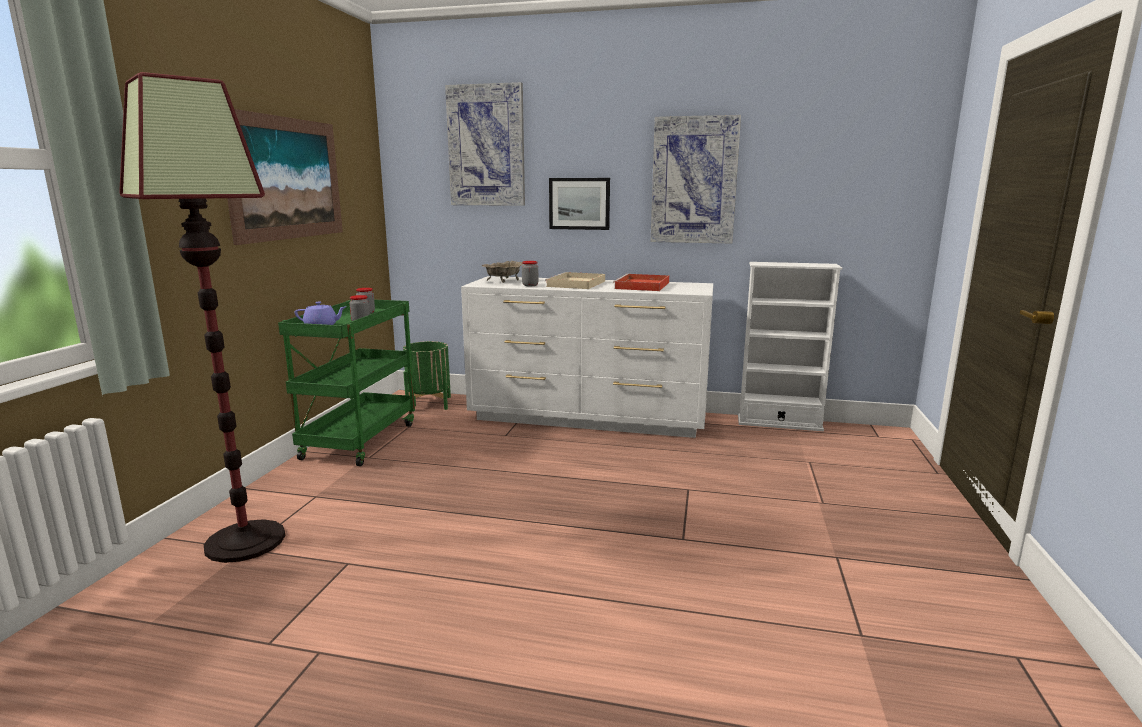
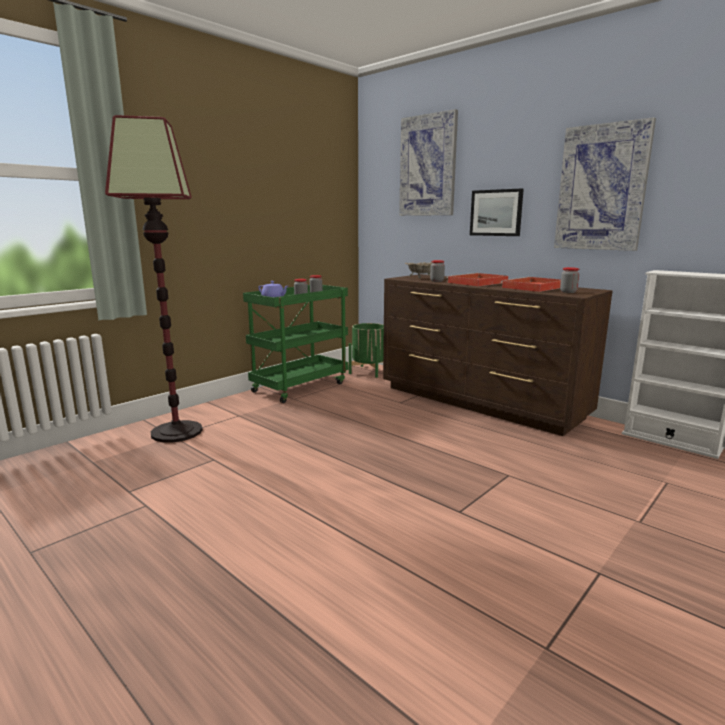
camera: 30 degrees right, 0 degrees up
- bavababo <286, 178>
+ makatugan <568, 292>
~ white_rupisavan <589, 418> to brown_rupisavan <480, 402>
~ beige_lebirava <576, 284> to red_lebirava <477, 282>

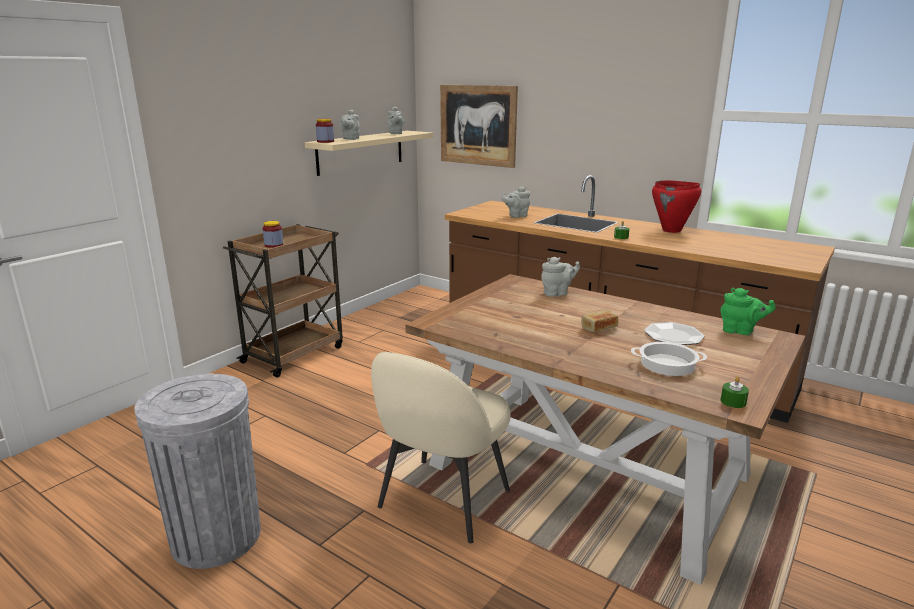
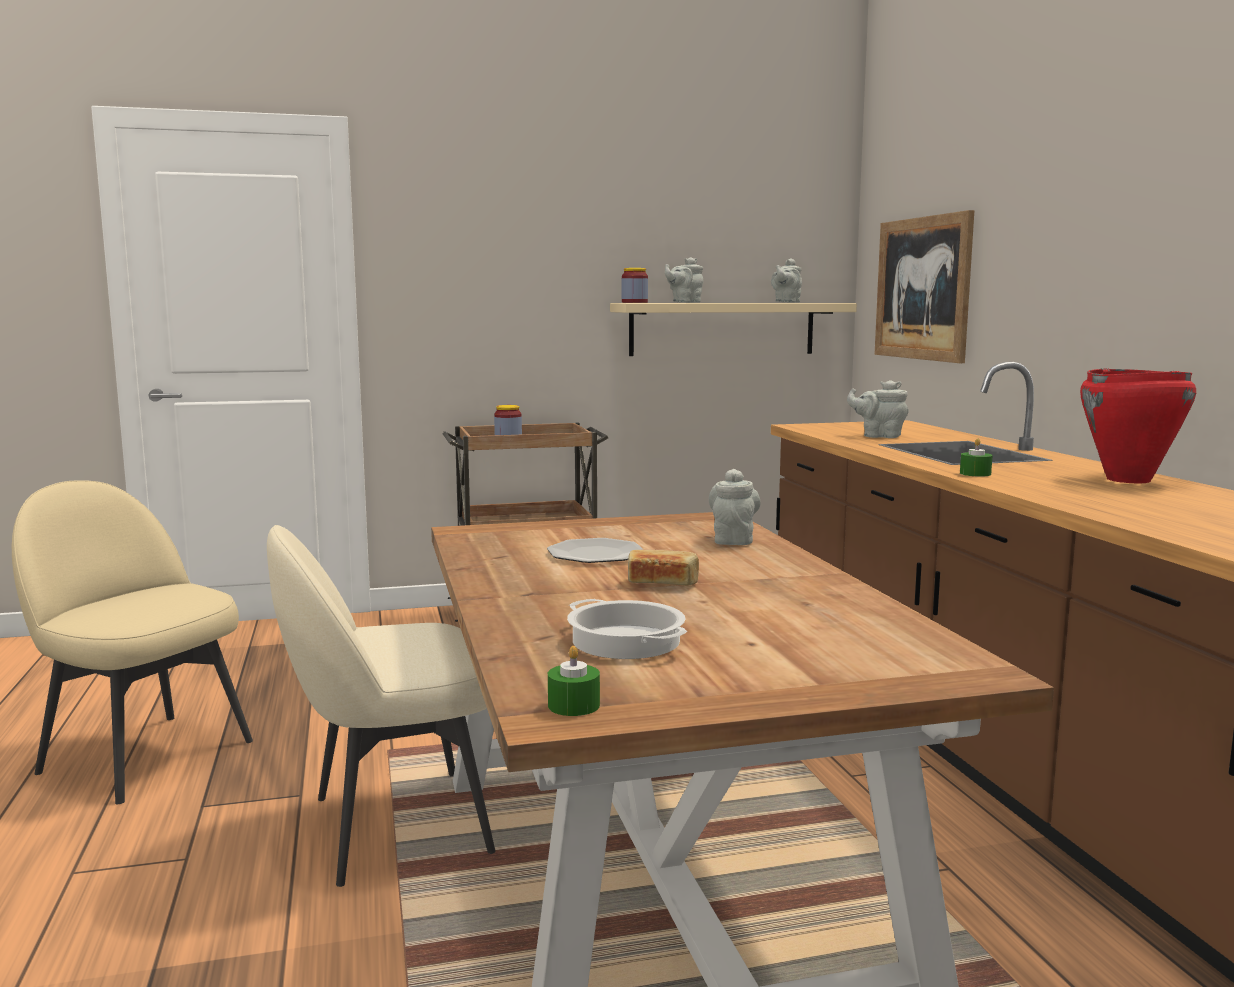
camera: 40 degrees right, 10 degrees down
- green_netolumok <740, 331>
~ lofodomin <673, 335> to <595, 554>
~ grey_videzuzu <216, 536> to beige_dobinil <143, 755>
~ grey_netolumok <557, 293> = <733, 540> 105 degrees counterclockwise

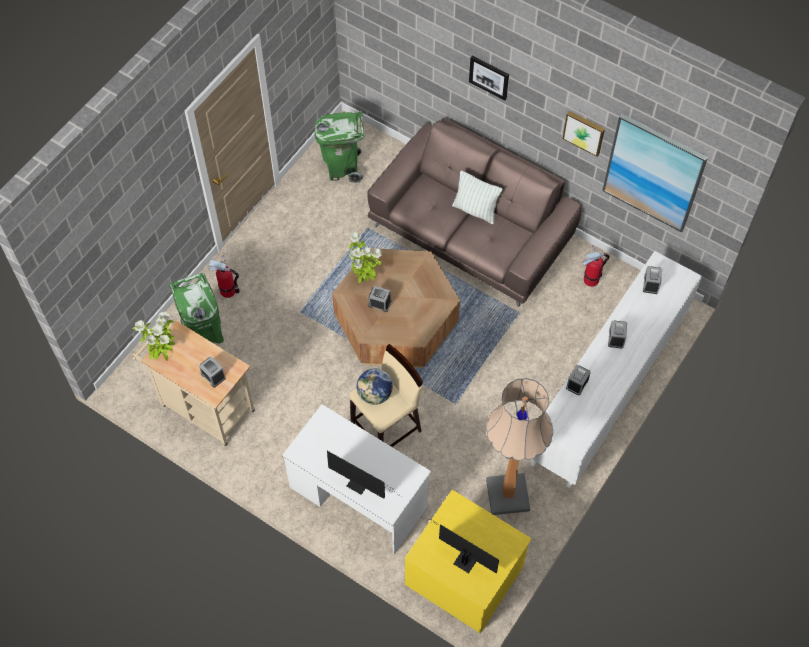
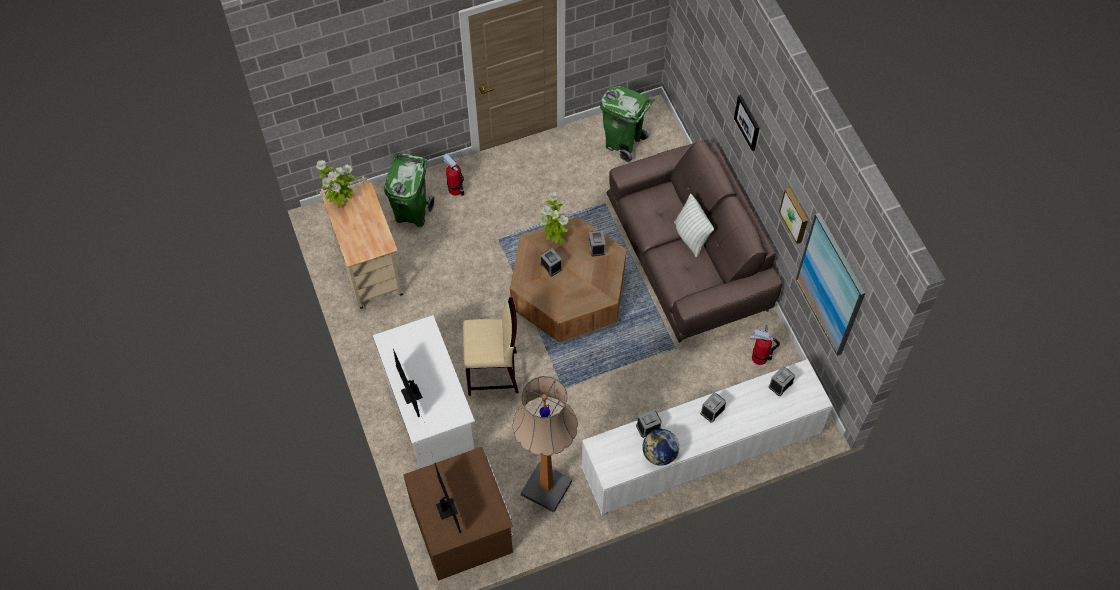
camera: 35 degrees right, 0 degrees up
~ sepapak <213, 376> to <596, 247>
~ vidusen <375, 394> to <659, 454>
~ yellow_rupisavan <465, 574> to brown_rupisavan <463, 527>

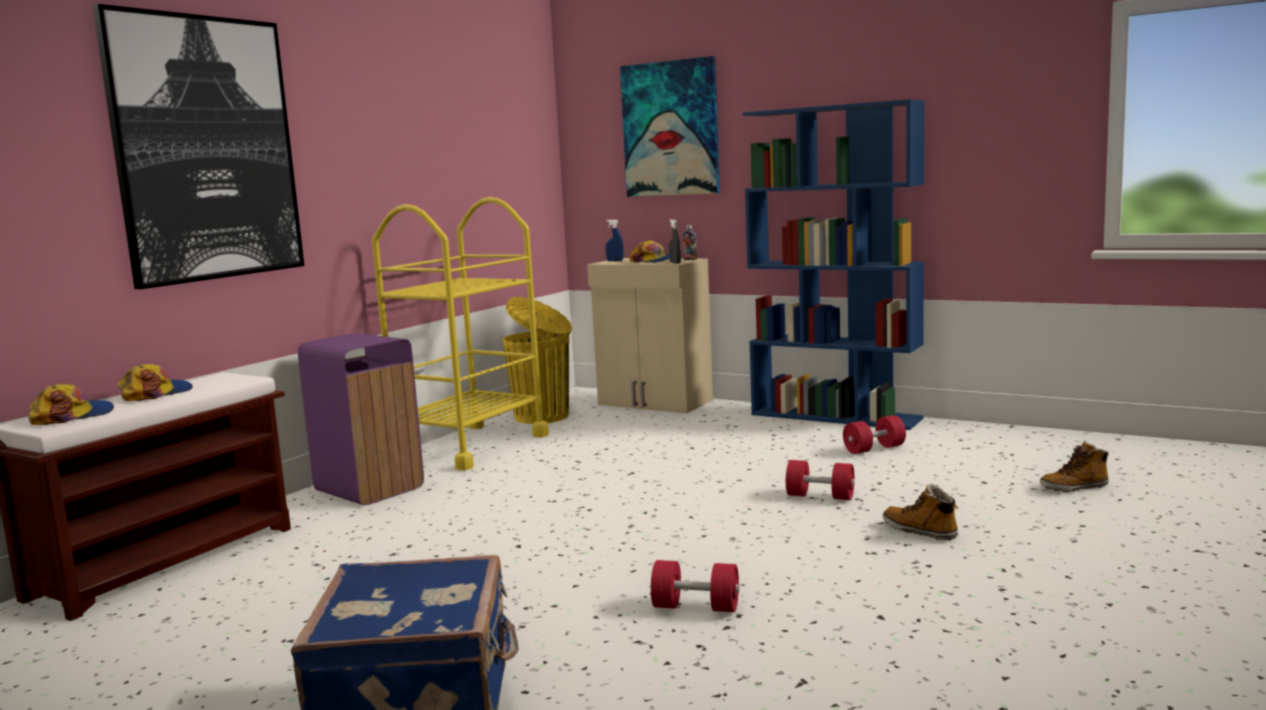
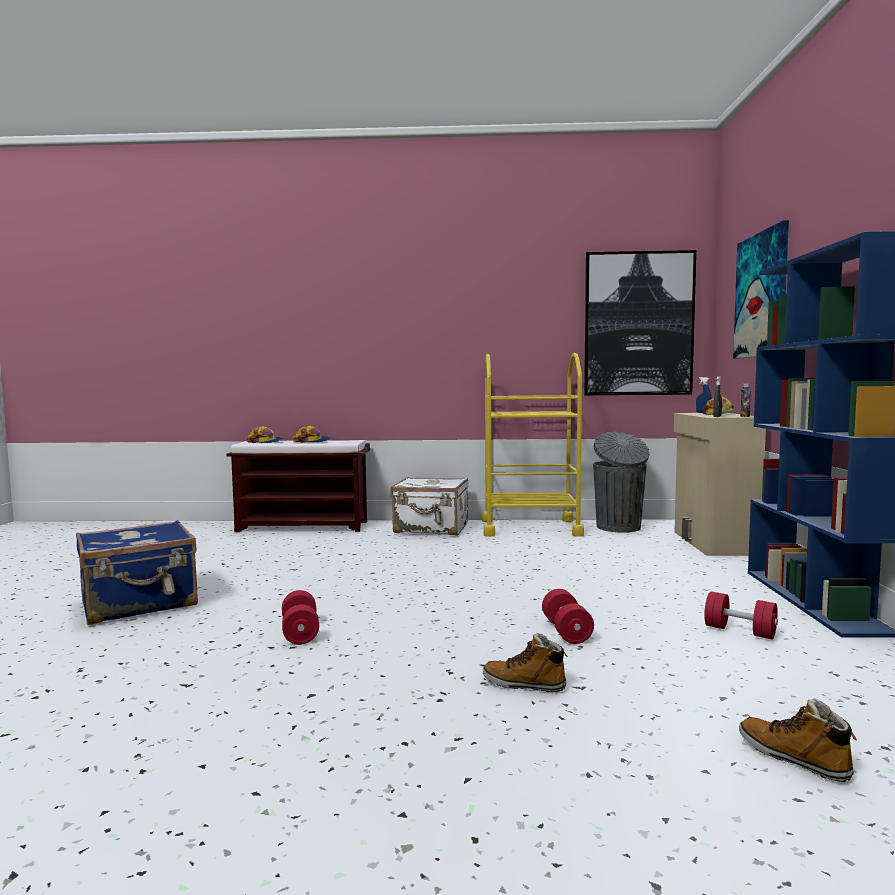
camera: 60 degrees right, 5 degrees down
~ bavababo <206, 149> to <638, 324>
~ purple_videzuzu <370, 489> to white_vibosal <431, 529>
~ yellow_videzuzu <543, 416> to grey_videzuzu <619, 527>
~ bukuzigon <920, 531> = <524, 684> 90 degrees counterclockwise

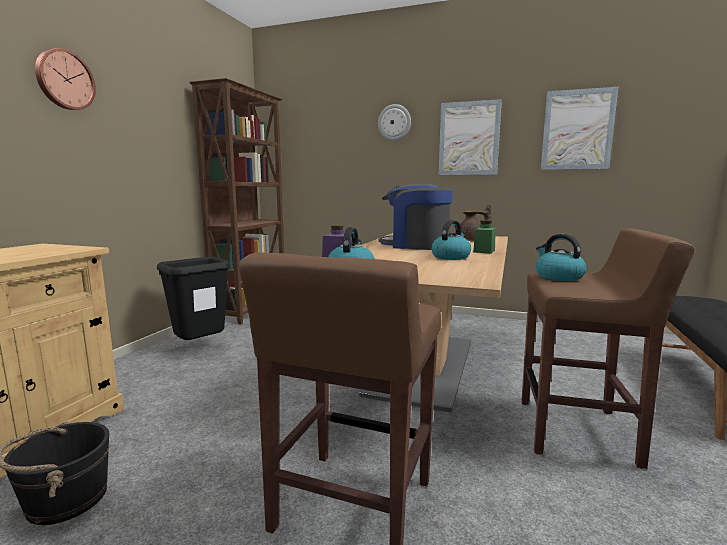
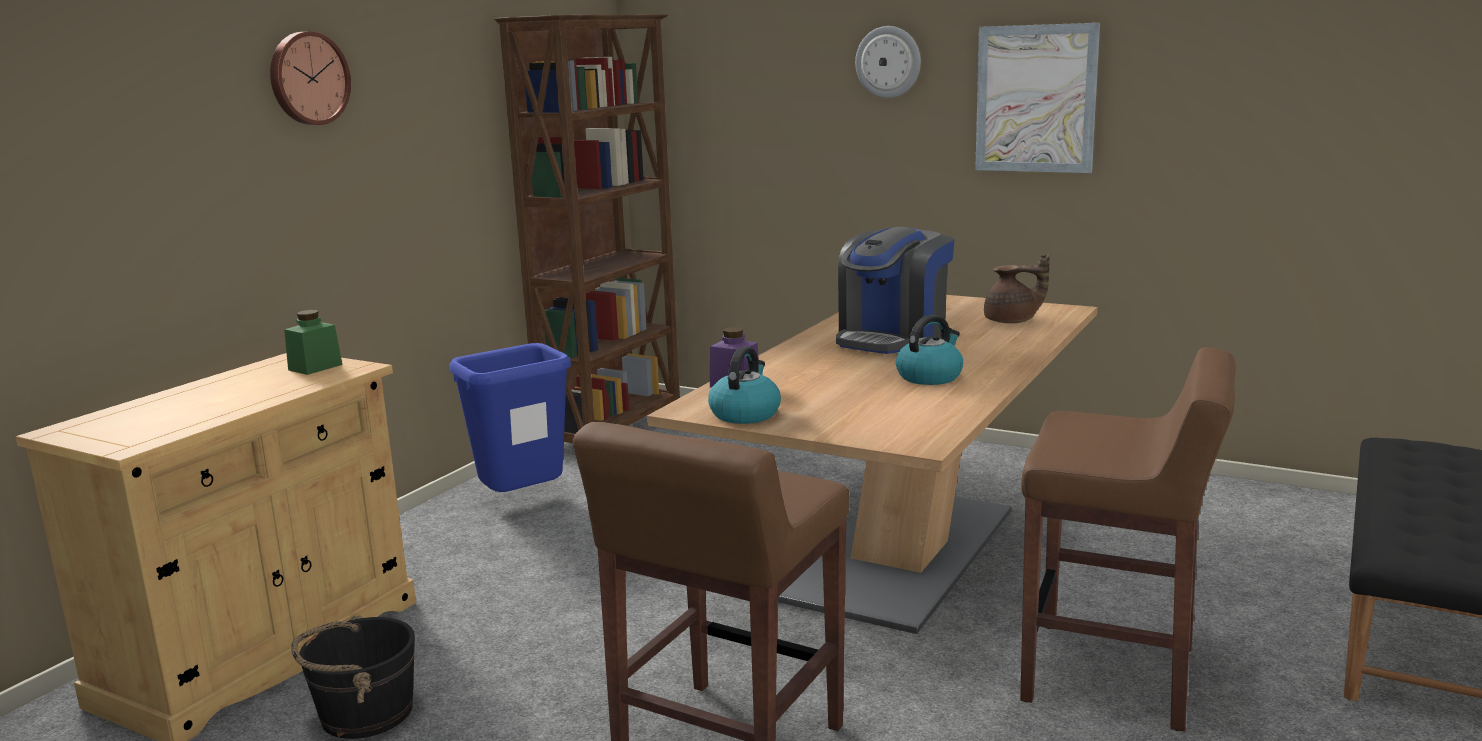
camera: 10 degrees right, 5 degrees up
- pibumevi <558, 277>
- bavababo <577, 130>
~ green_makatugan <484, 251> to <315, 367>
~ black_videzuzu <201, 347> to blue_videzuzu <524, 503>
~ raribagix <415, 245> = <892, 339> 90 degrees counterclockwise

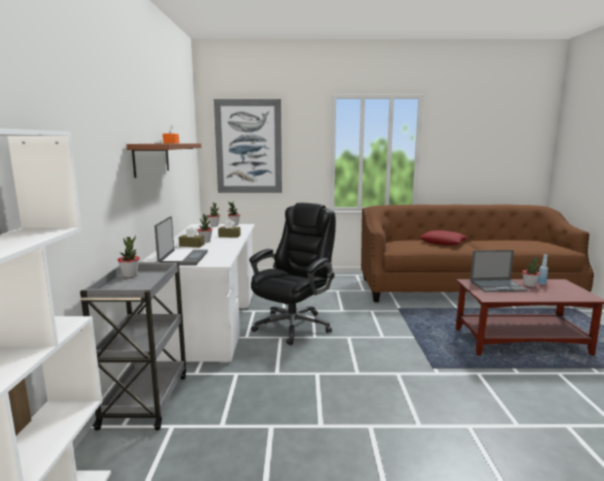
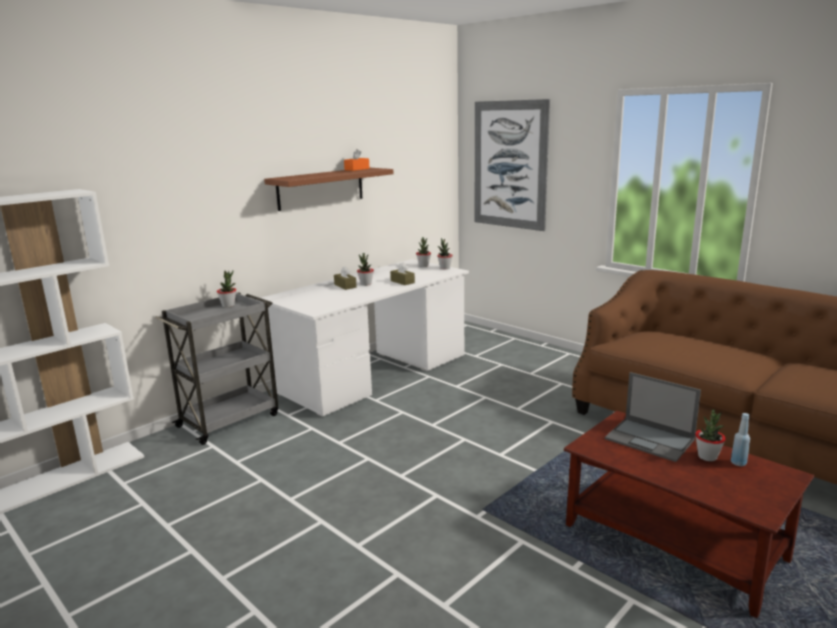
camera: 45 degrees right, 5 degrees up
- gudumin <182, 258>
- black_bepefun <293, 325>
- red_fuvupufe <443, 242>

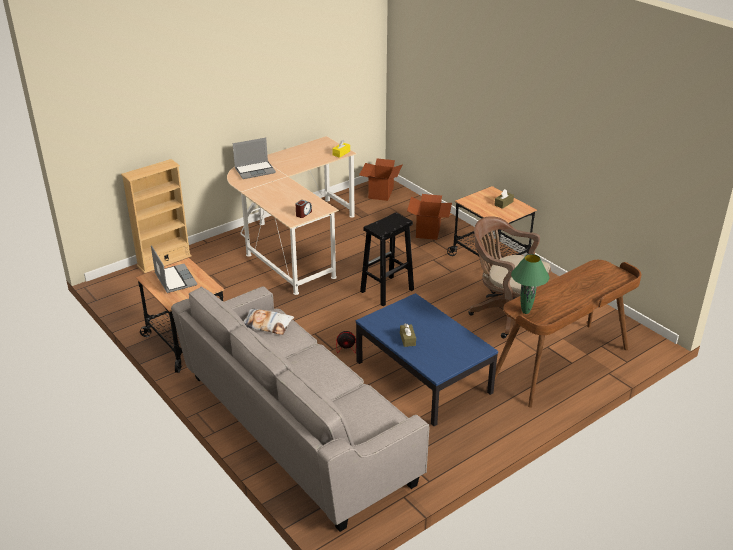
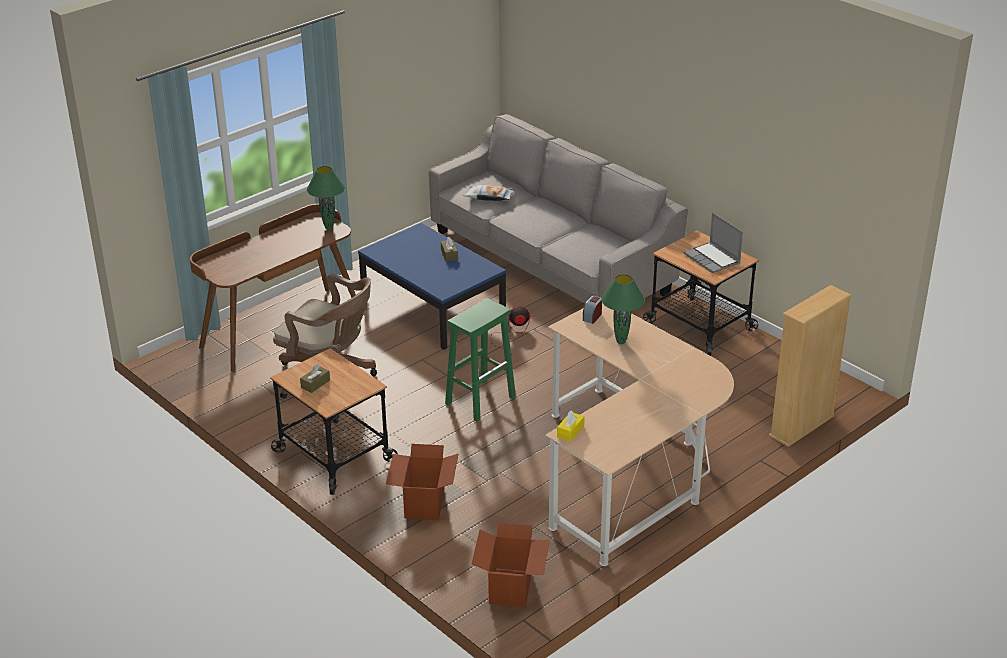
camera: 175 degrees right, 0 degrees up
- gudumin <255, 170>
+ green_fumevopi <621, 342>
~ fuvupufe <267, 324> to <489, 197>
~ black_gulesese <386, 291> to green_gulesese <481, 399>

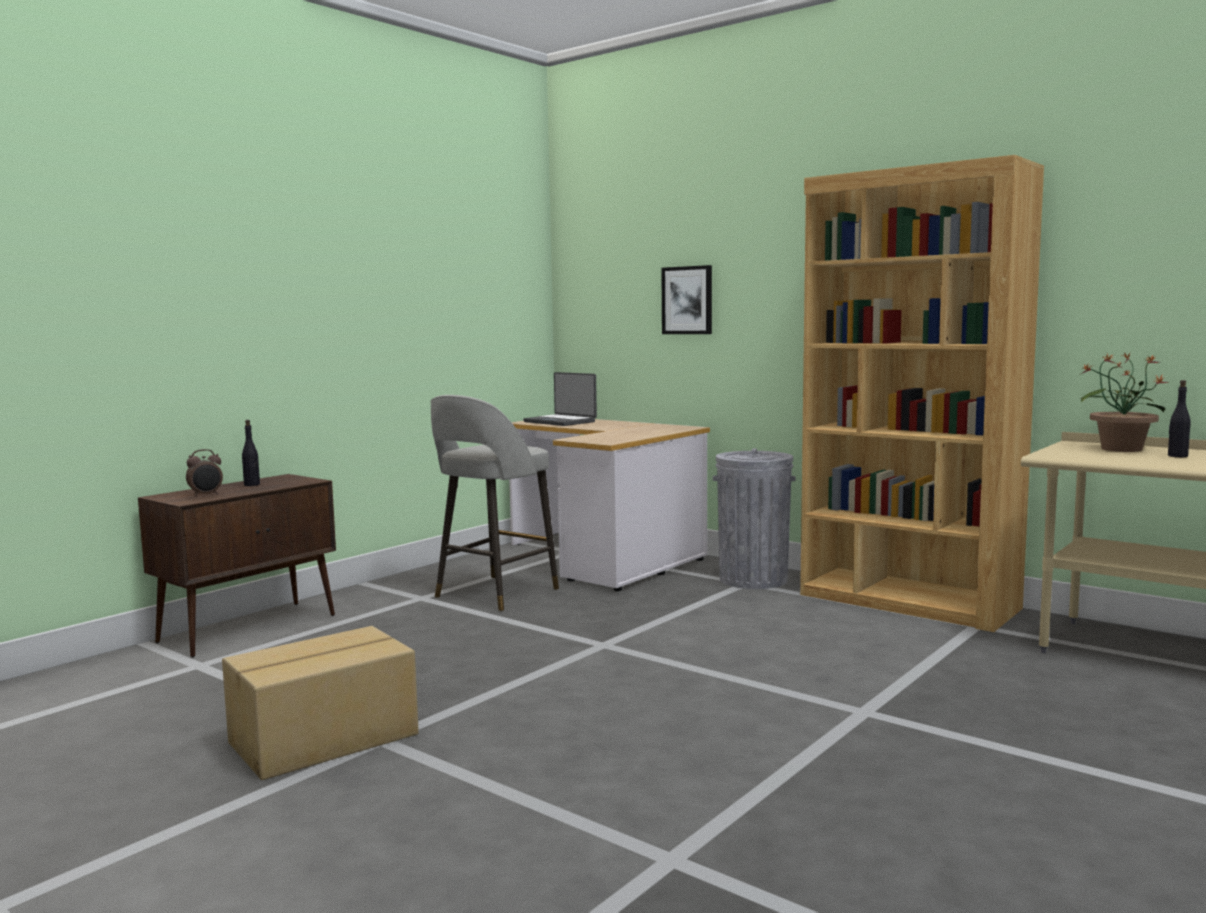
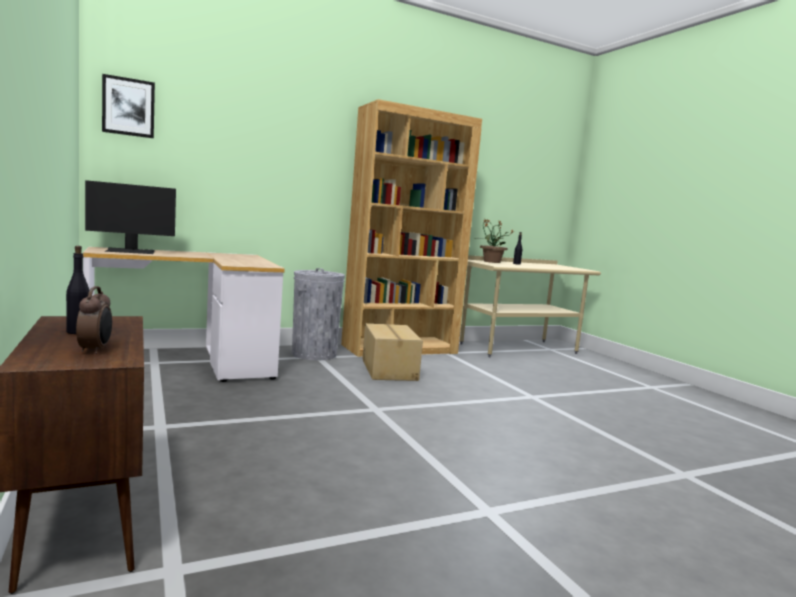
camera: 65 degrees left, 0 degrees up
- grey_gulesese <494, 594>
~ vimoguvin <325, 739> to <390, 369>
~ bavababo <687, 300> to <128, 107>
~ gudumin <561, 422> to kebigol <130, 251>

